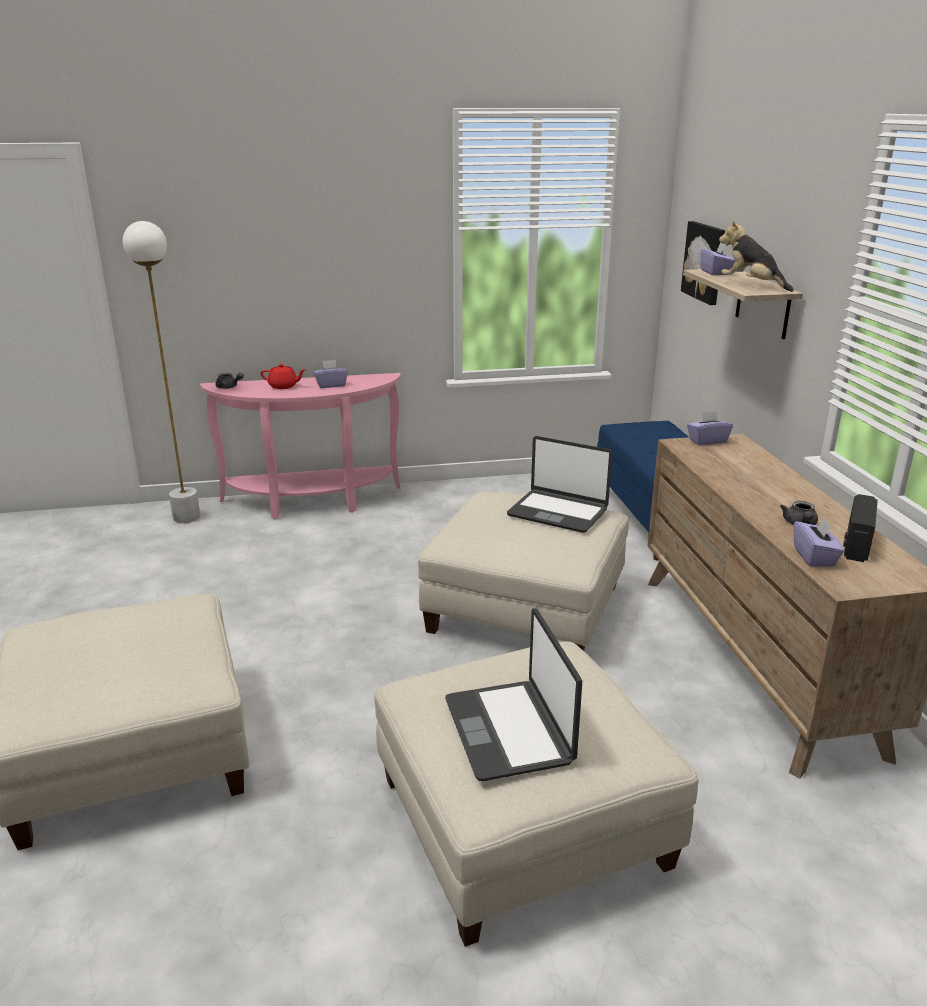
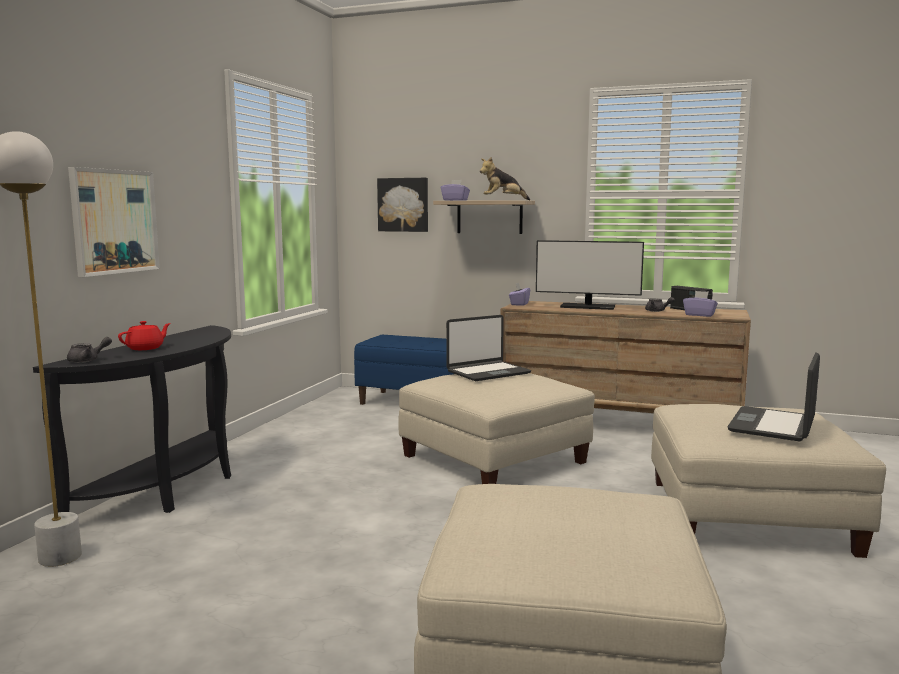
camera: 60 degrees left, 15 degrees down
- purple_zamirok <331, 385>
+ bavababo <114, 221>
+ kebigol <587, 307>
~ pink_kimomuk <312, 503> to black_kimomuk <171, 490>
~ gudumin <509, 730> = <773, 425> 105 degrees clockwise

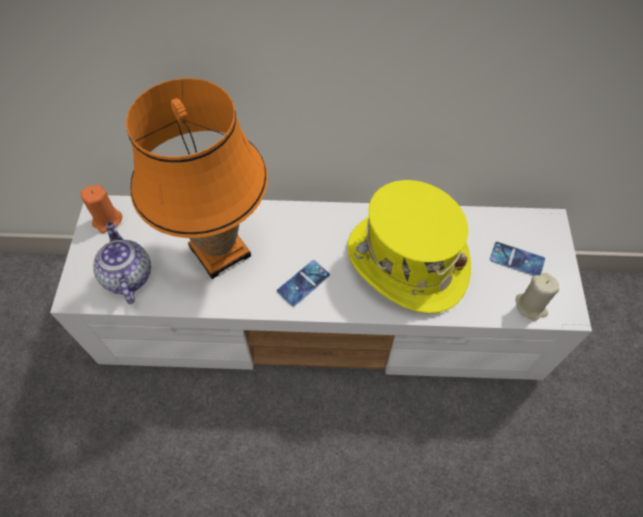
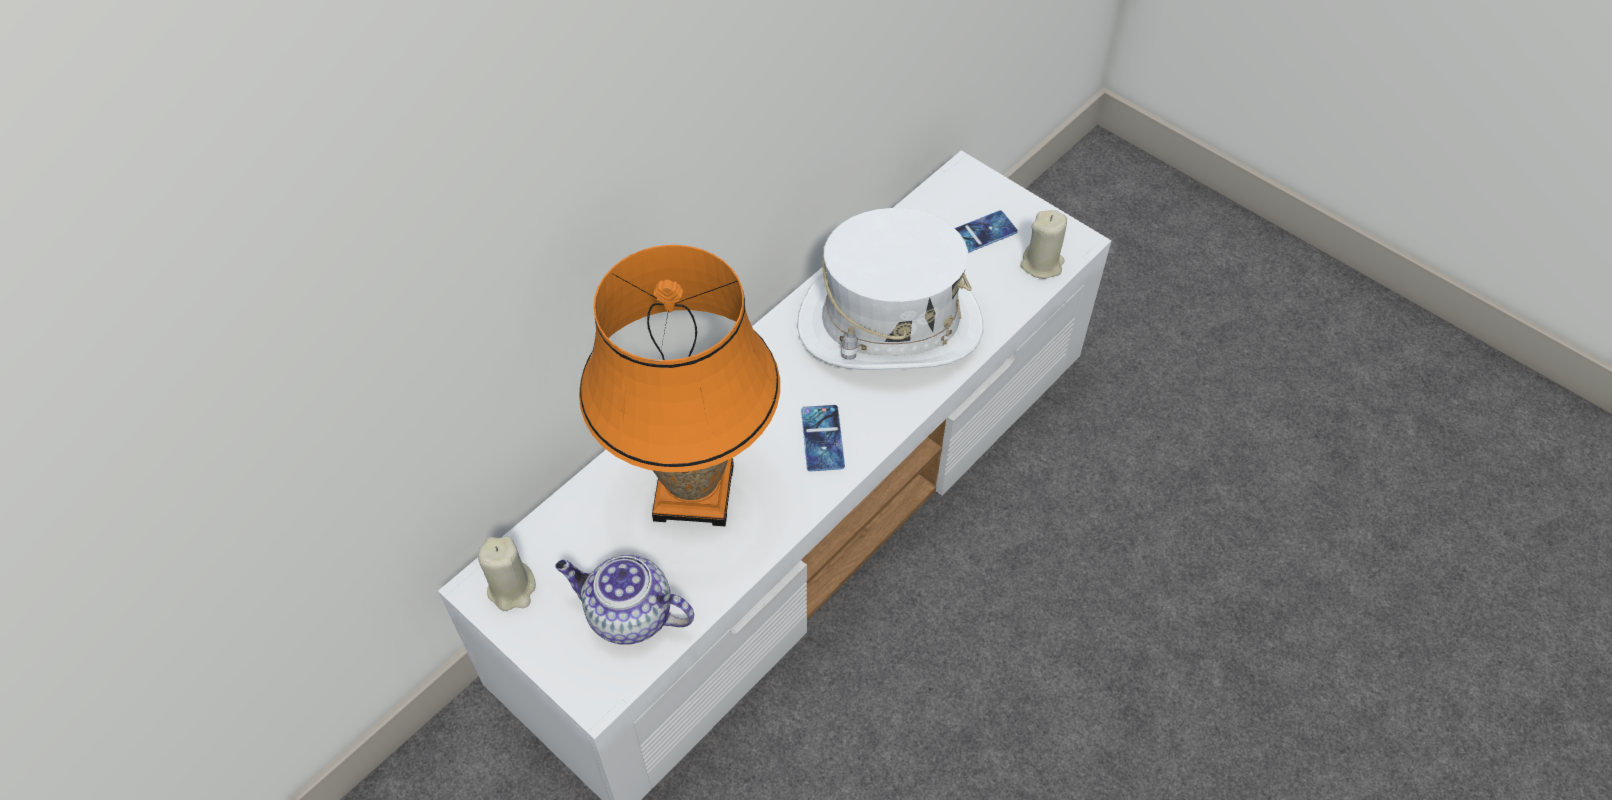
camera: 50 degrees left, 5 degrees down
~ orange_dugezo <107, 220> to beige_dugezo <512, 589>
~ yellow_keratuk <406, 261> to white_keratuk <889, 326>

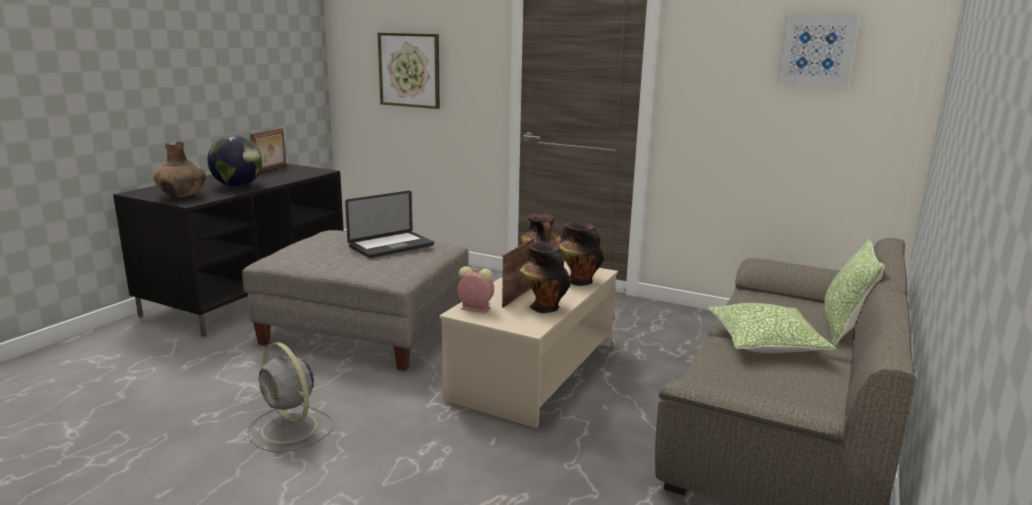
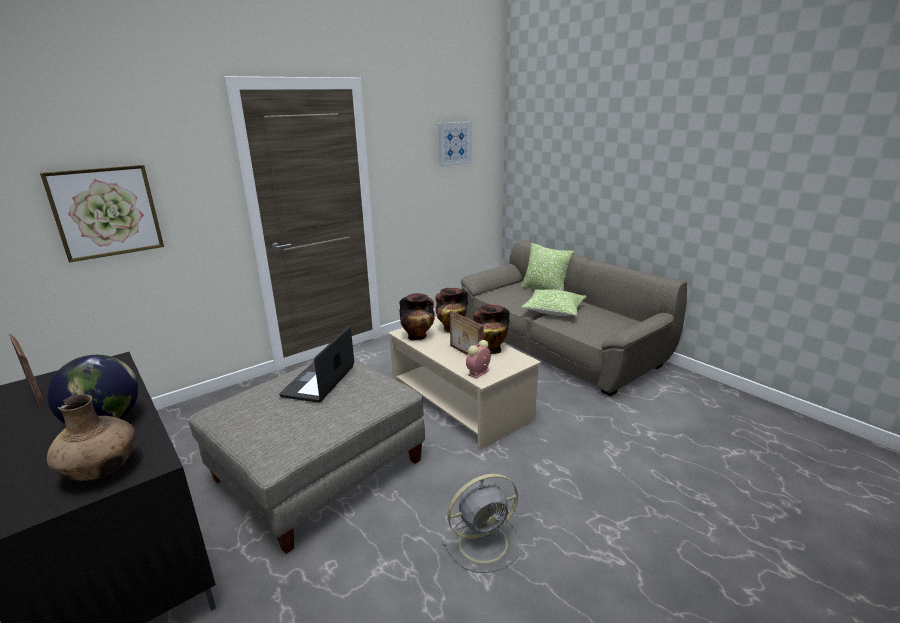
camera: 65 degrees left, 5 degrees up
~ gudumin <391, 246> = <319, 381> 150 degrees counterclockwise

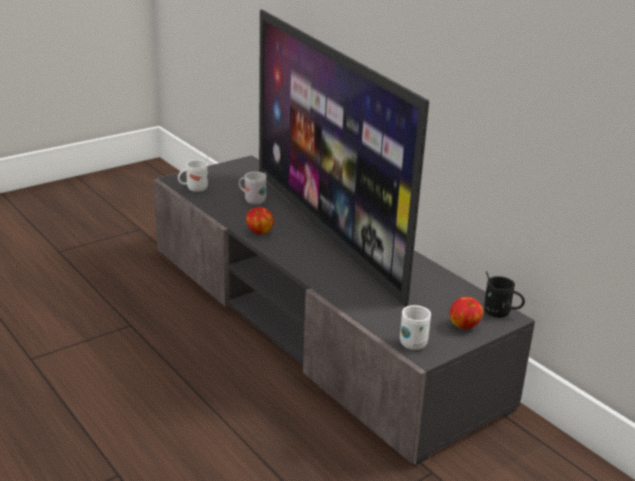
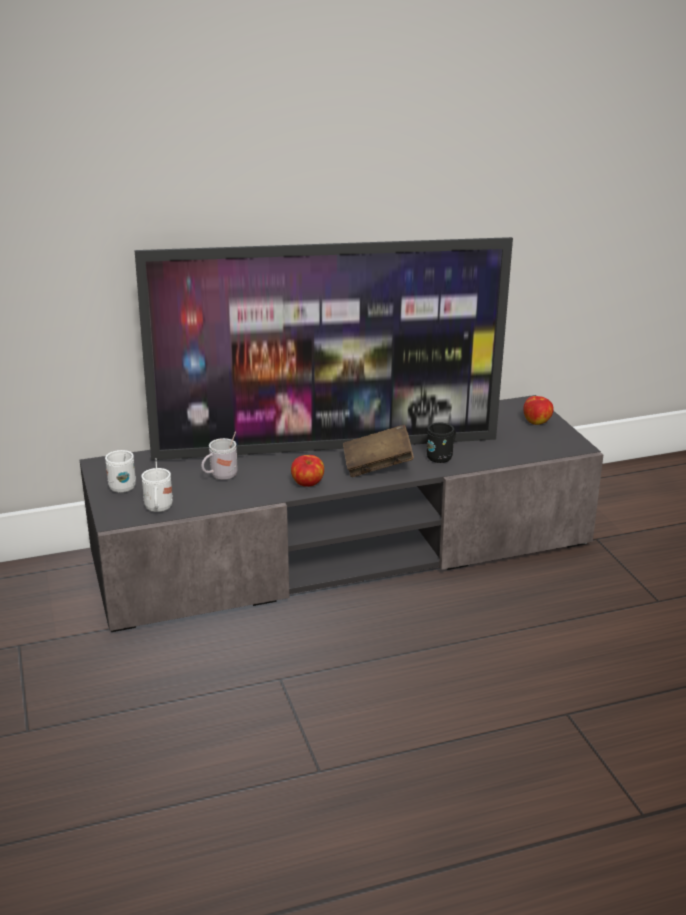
camera: 70 degrees left, 0 degrees up
+ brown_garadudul <377, 466>
~ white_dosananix <415, 342> to <120, 486>
~ black_dosananix <501, 313> to <442, 457>

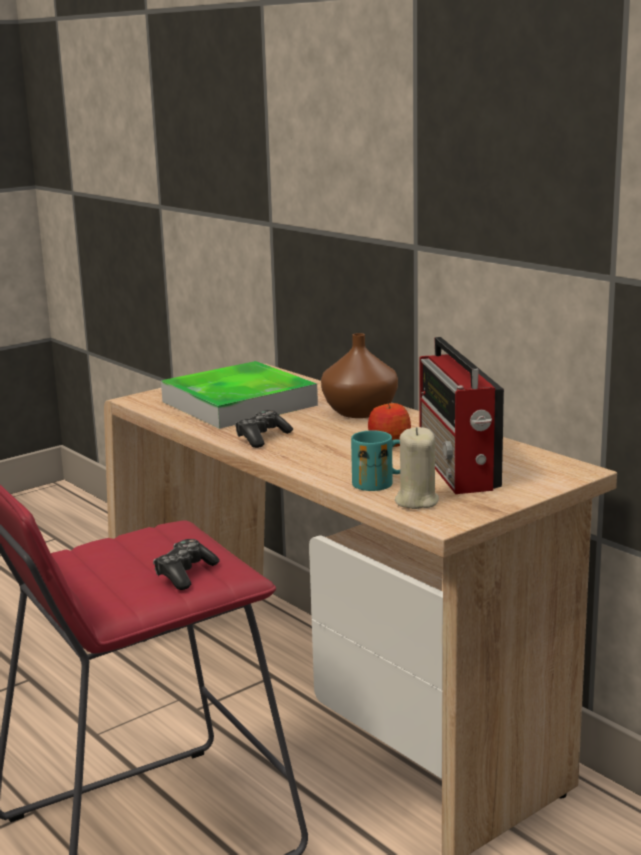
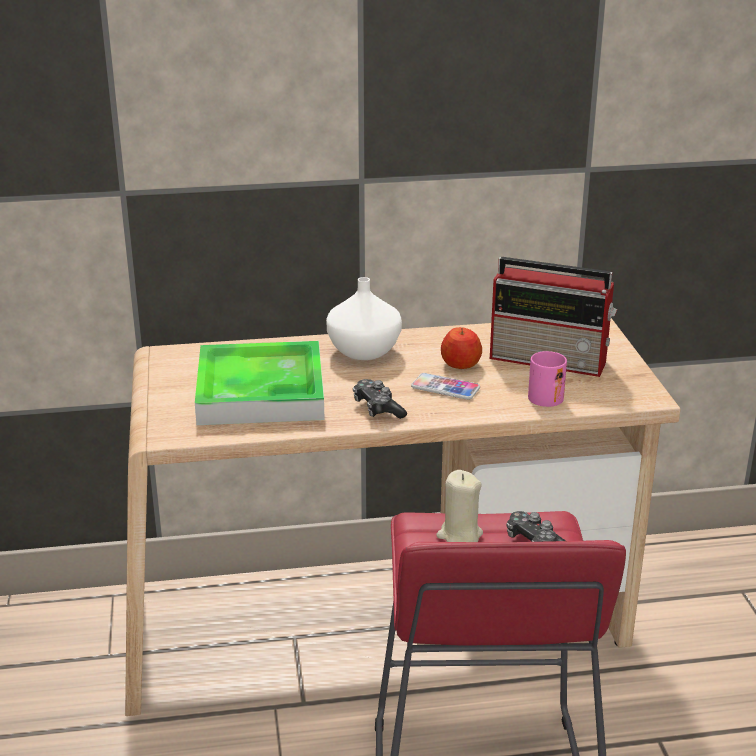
camera: 60 degrees left, 10 degrees up
+ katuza <445, 388>
~ beige_dugezo <416, 501> to <459, 535>
~ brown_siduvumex <358, 412> to white_siduvumex <362, 351>
~ turquoise_dosananix <381, 483> to pink_dosananix <548, 394>

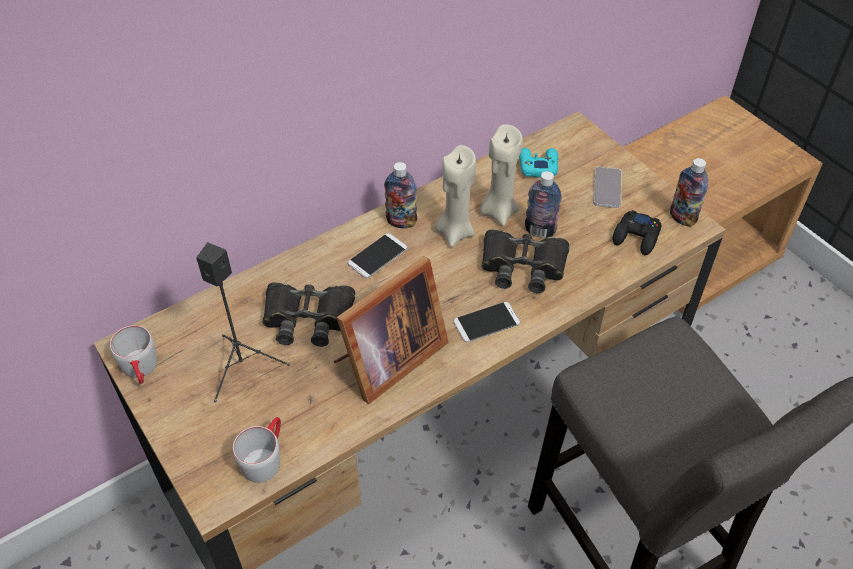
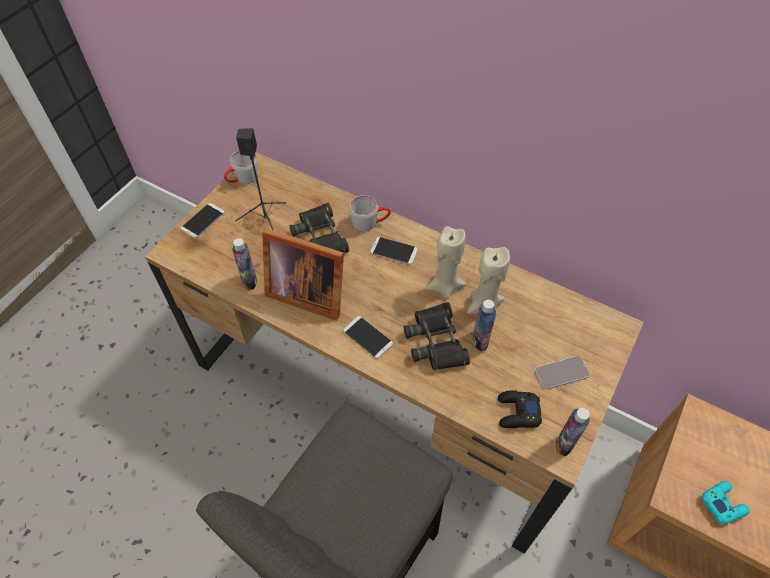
camera: 65 degrees right, 5 degrees up
+ katuza <203, 221>
~ grey_dosananix <265, 457> to <370, 222>
~ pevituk <401, 222> to <249, 281>
~ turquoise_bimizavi <537, 166> to <722, 504>

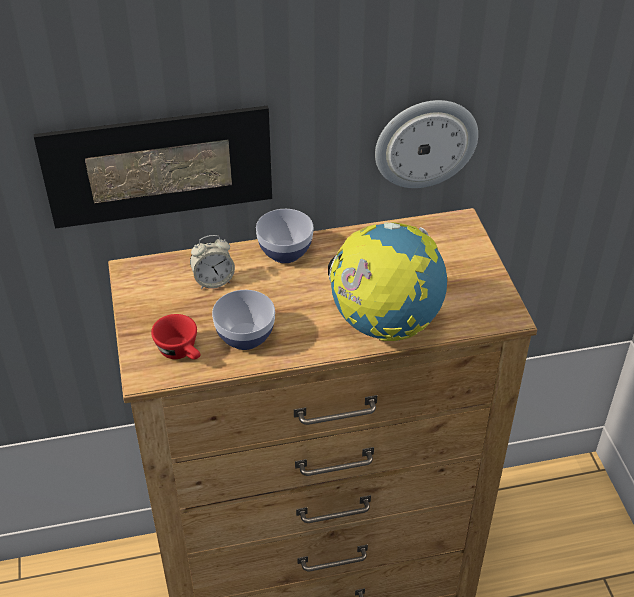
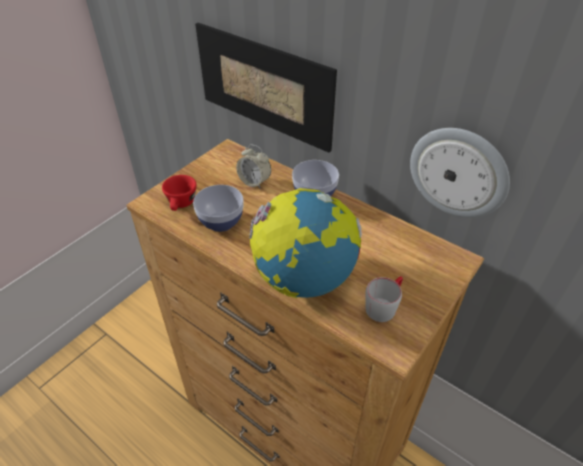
camera: 50 degrees right, 0 degrees up
+ grey_dosananix <384, 305>

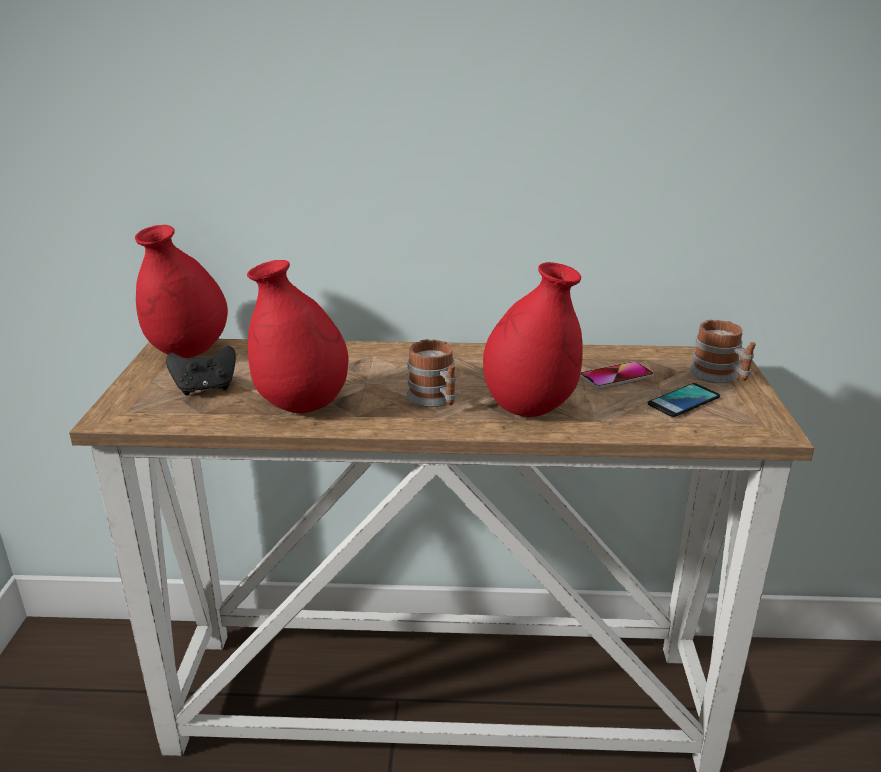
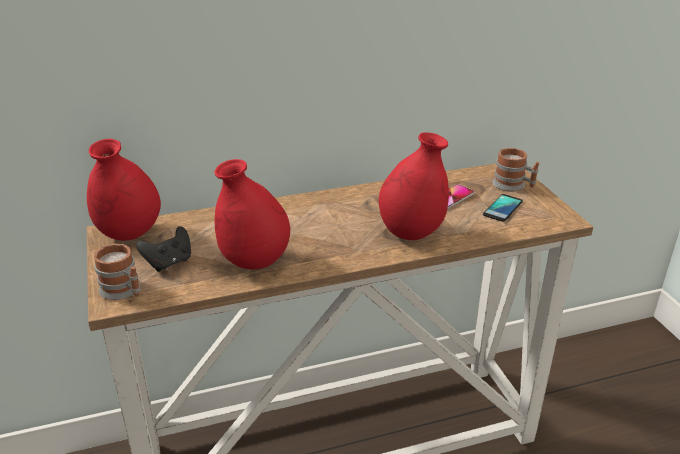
camera: 20 degrees left, 5 degrees up
~ dosananix <435, 400> to <124, 291>

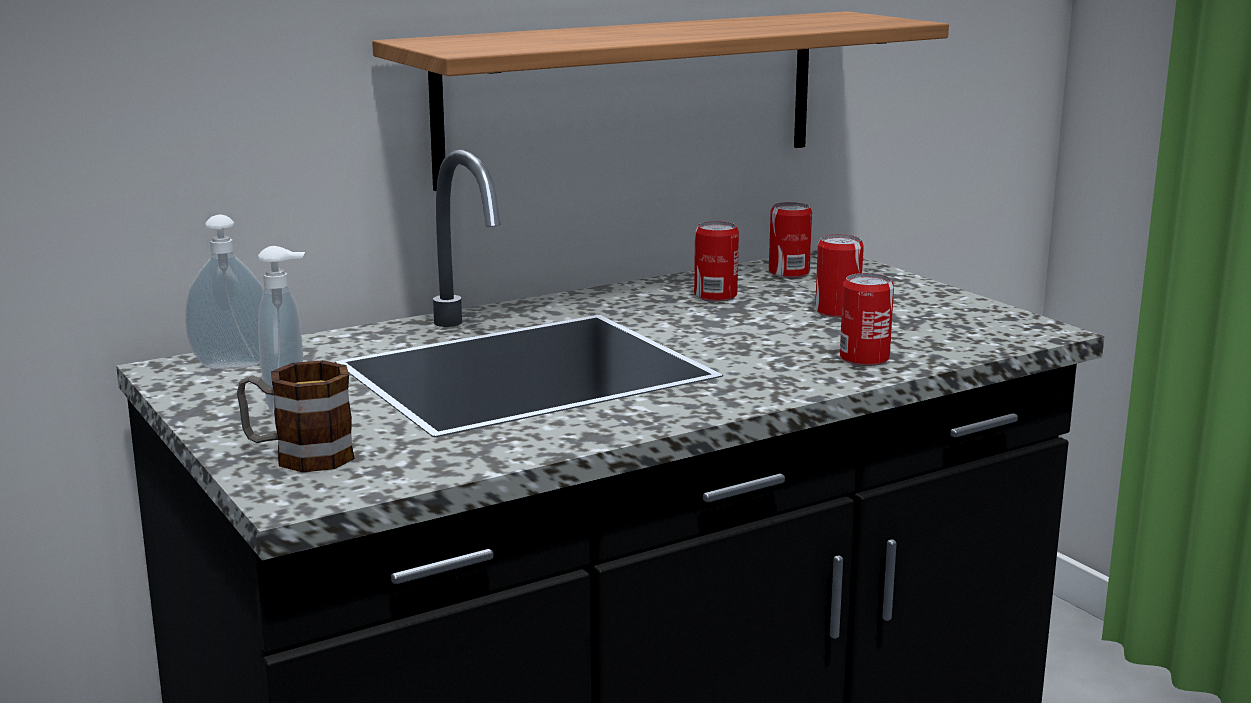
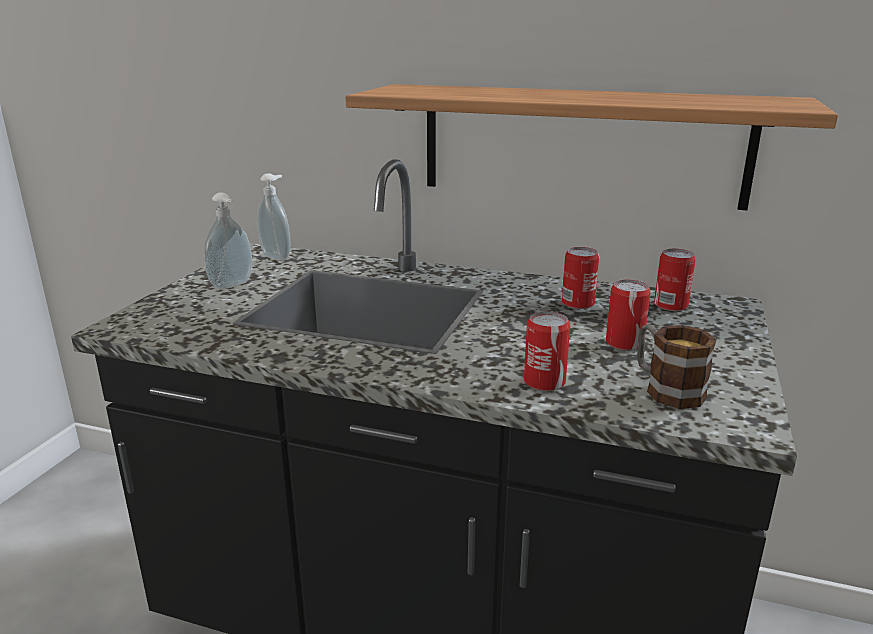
camera: 50 degrees right, 5 degrees up
~ dosananix <298, 455> to <666, 389>

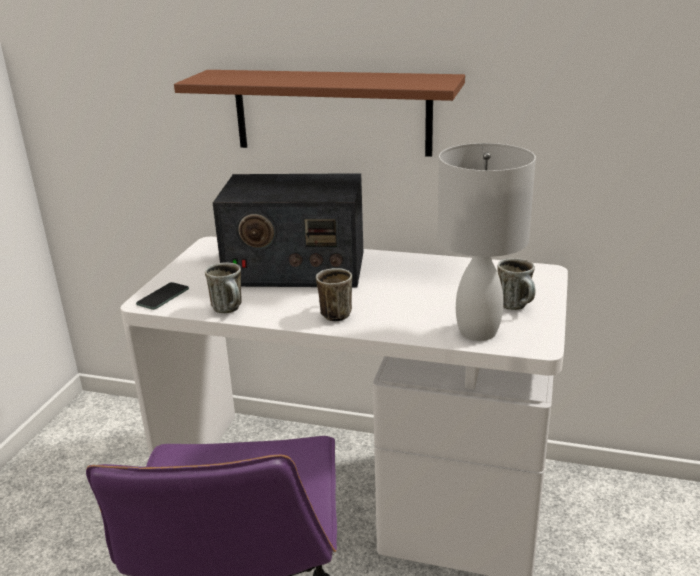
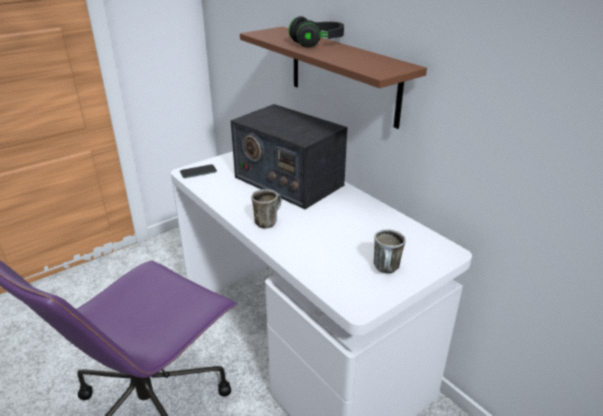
camera: 35 degrees right, 5 degrees up
- dosananix <230, 310>
- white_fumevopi <478, 332>
+ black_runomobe <317, 43>

